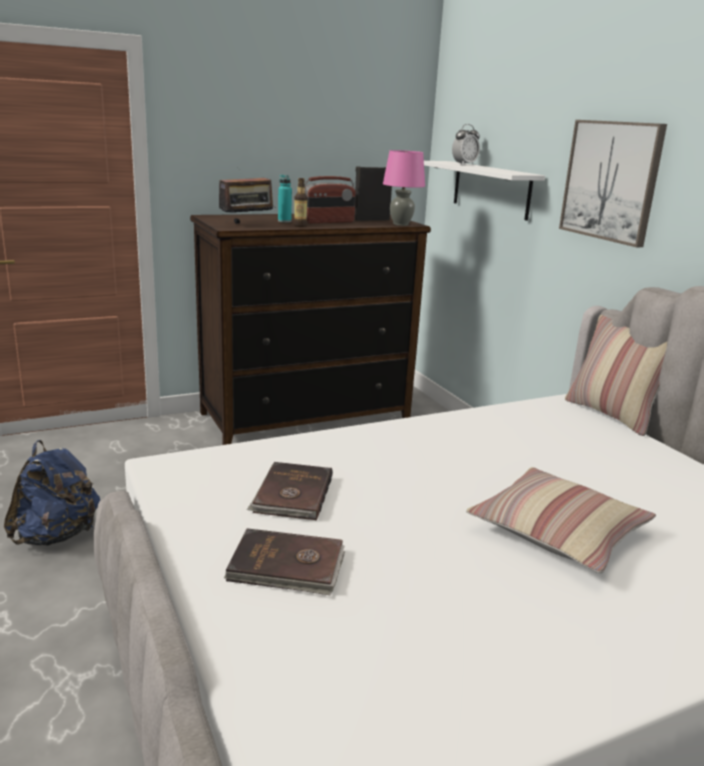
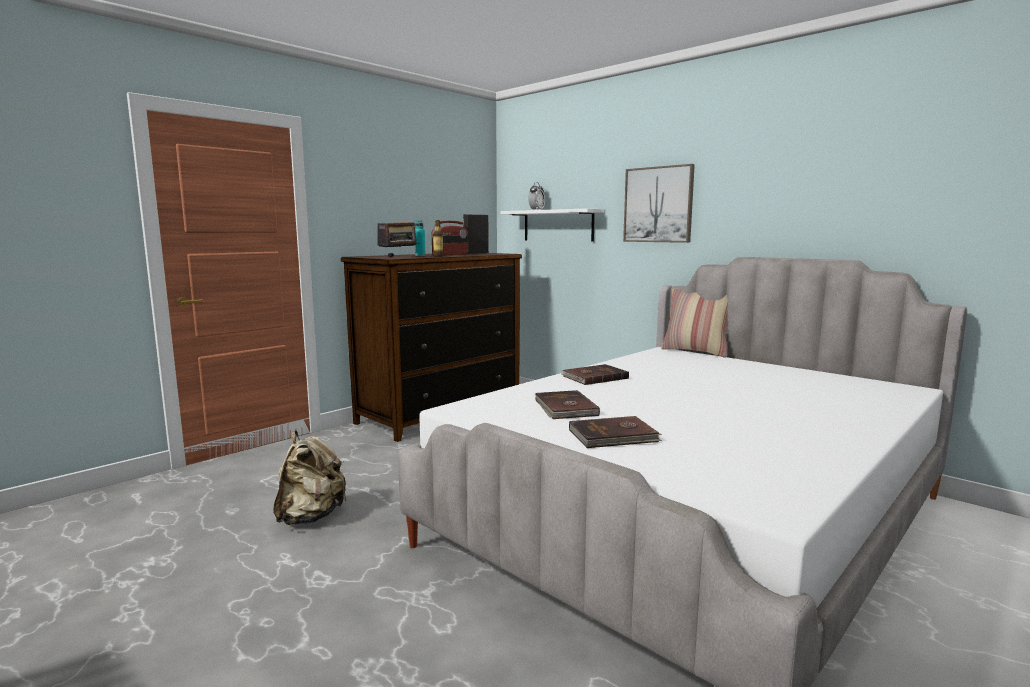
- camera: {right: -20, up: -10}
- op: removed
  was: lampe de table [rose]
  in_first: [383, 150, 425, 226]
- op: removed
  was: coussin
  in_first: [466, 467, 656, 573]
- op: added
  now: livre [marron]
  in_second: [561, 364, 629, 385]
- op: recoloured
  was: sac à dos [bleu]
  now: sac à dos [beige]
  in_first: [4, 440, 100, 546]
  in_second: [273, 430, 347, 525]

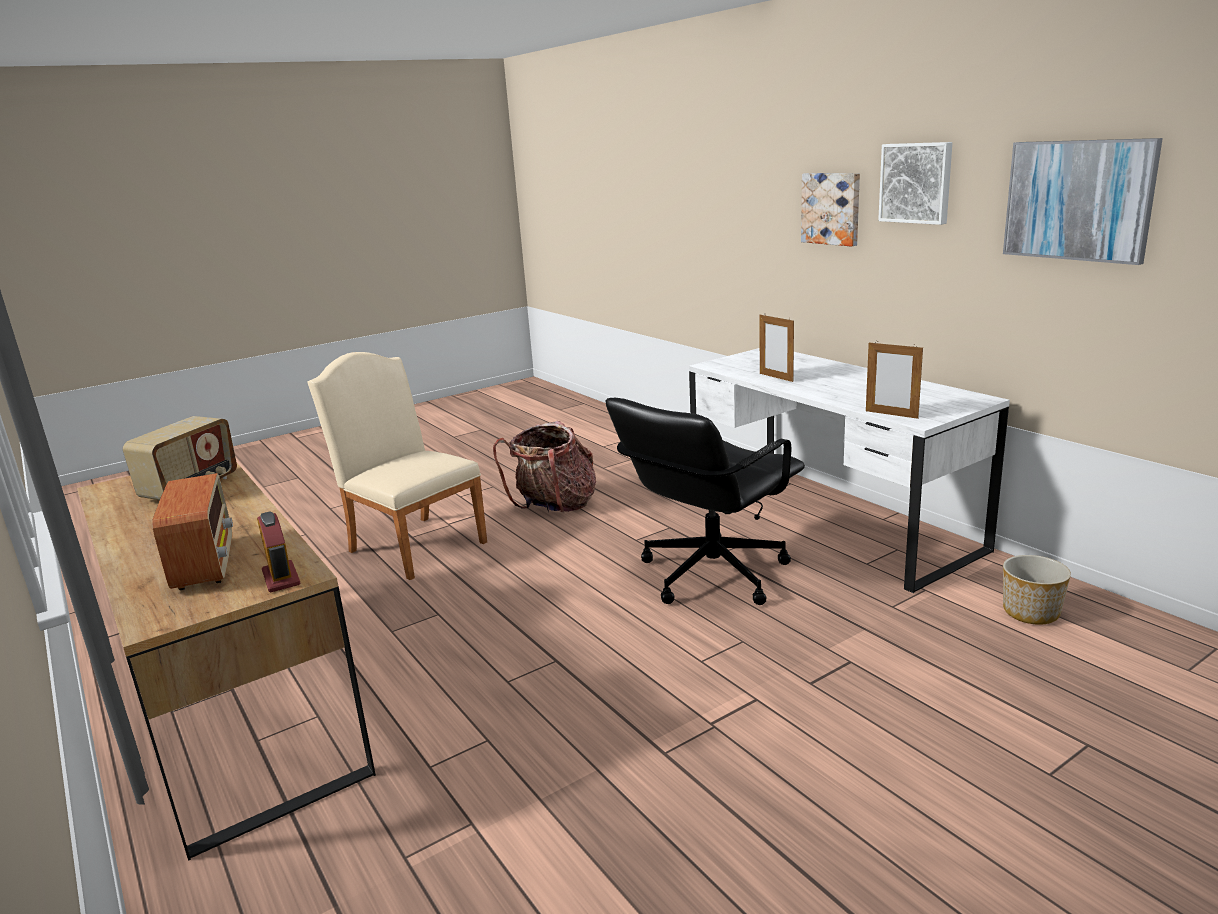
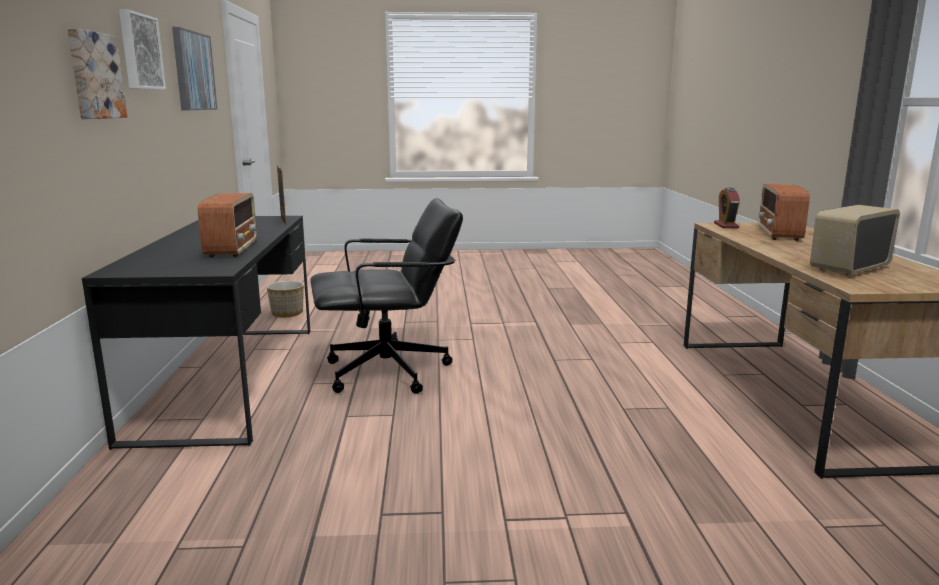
- camera: {right: -150, up: -5}
- op: removed
  was: chaise [beige]
  in_first: [307, 352, 487, 580]
- op: removed
  was: sac à dos
  in_first: [493, 421, 596, 513]
- op: replaced
  was: cadre photo
  now: radio
  in_first: [760, 313, 794, 382]
  in_second: [198, 193, 257, 257]
- op: recoloured
  was: bureau [blanc]
  now: bureau [noir]
  in_first: [689, 348, 1010, 593]
  in_second: [82, 216, 310, 450]

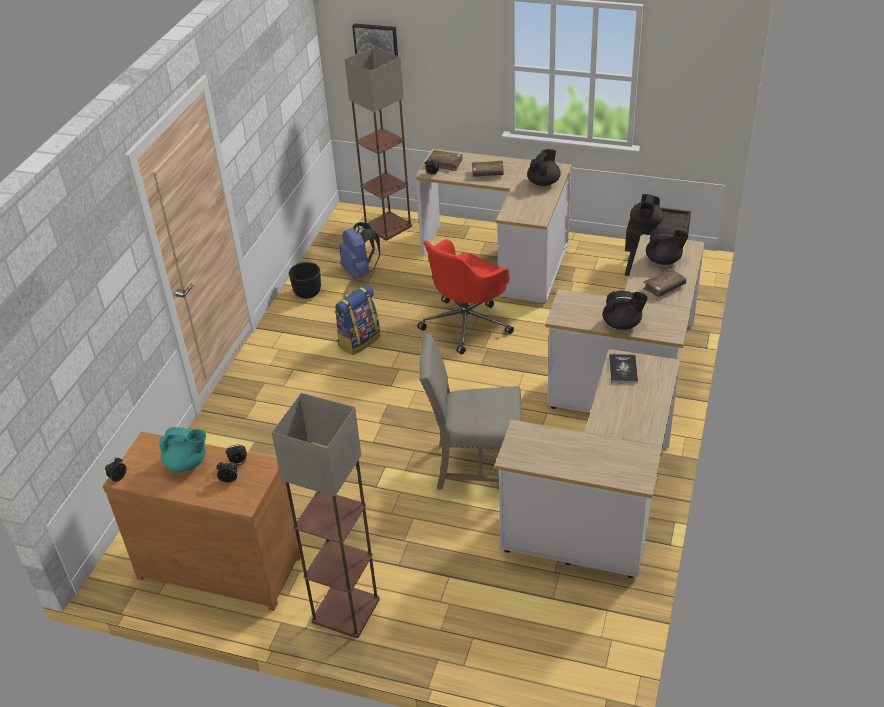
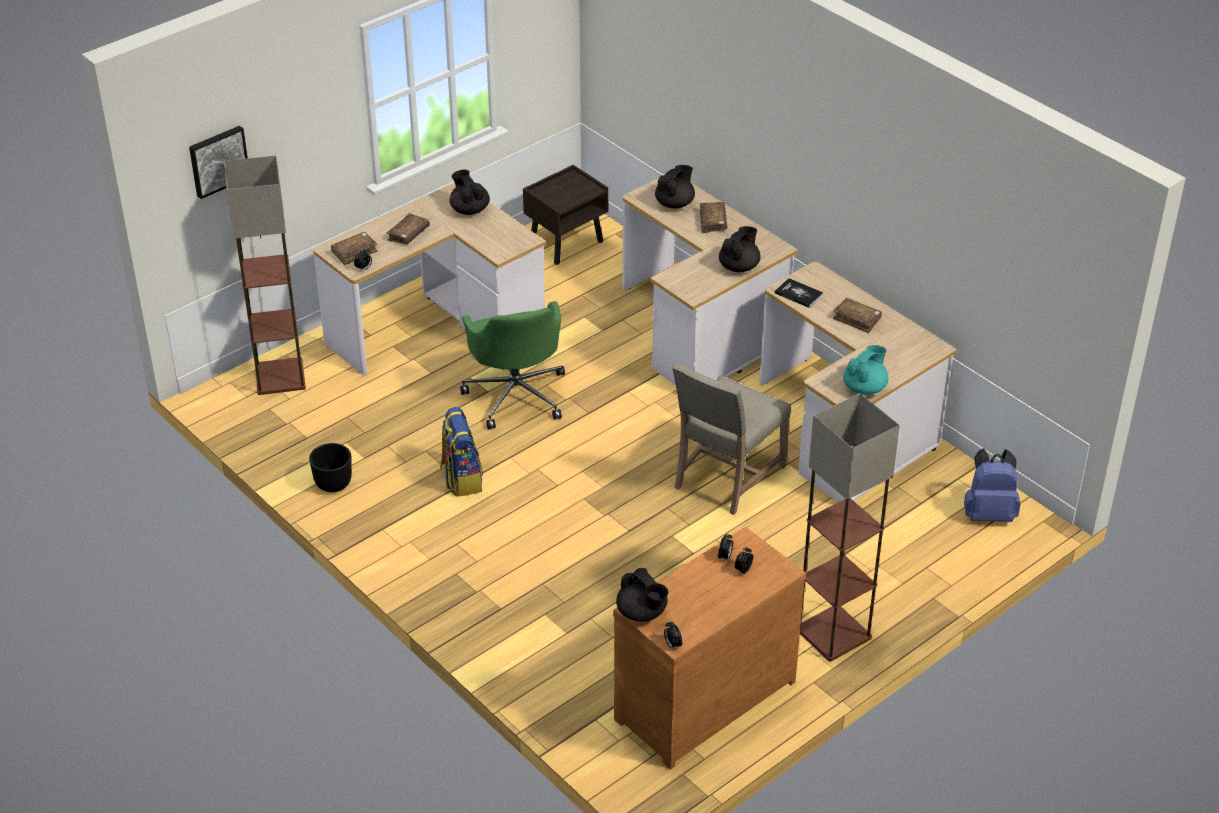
- camera: {right: -60, up: 0}
- op: added
  now: livre [marron]
  in_second: [833, 298, 882, 333]
- op: moved
  was: théière [turquoise]
  in_first: [159, 427, 206, 472]
  in_second: [843, 345, 888, 395]
- op: moved
  was: sac à dos [bleu]
  in_first: [339, 222, 380, 279]
  in_second: [964, 448, 1021, 522]
- op: moved
  was: théière [noir]
  in_first: [630, 194, 664, 228]
  in_second: [616, 568, 669, 622]
- op: recoloured
  was: chaise de bureau [rouge]
  now: chaise de bureau [vert]
  in_first: [417, 239, 514, 354]
  in_second: [460, 301, 565, 429]

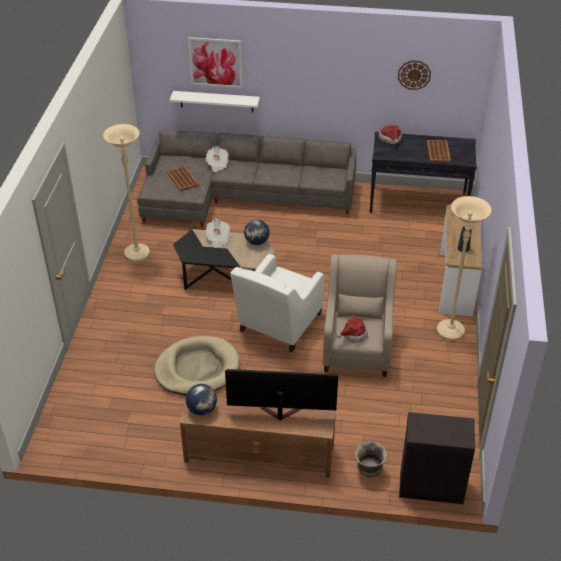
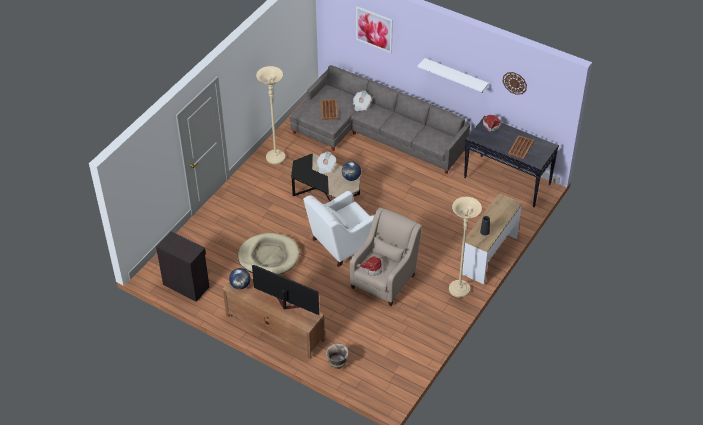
- camera: {right: 25, up: 5}
- op: moved
  was: étagère [blanc]
  in_first: [170, 91, 260, 112]
  in_second: [418, 58, 489, 93]
- op: moved
  was: meuble de rangement [noir]
  in_first: [399, 412, 475, 504]
  in_second: [156, 231, 210, 302]

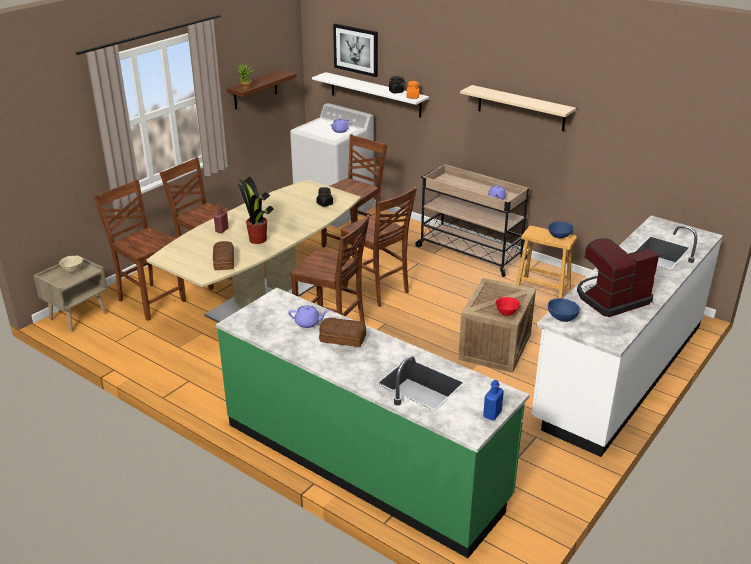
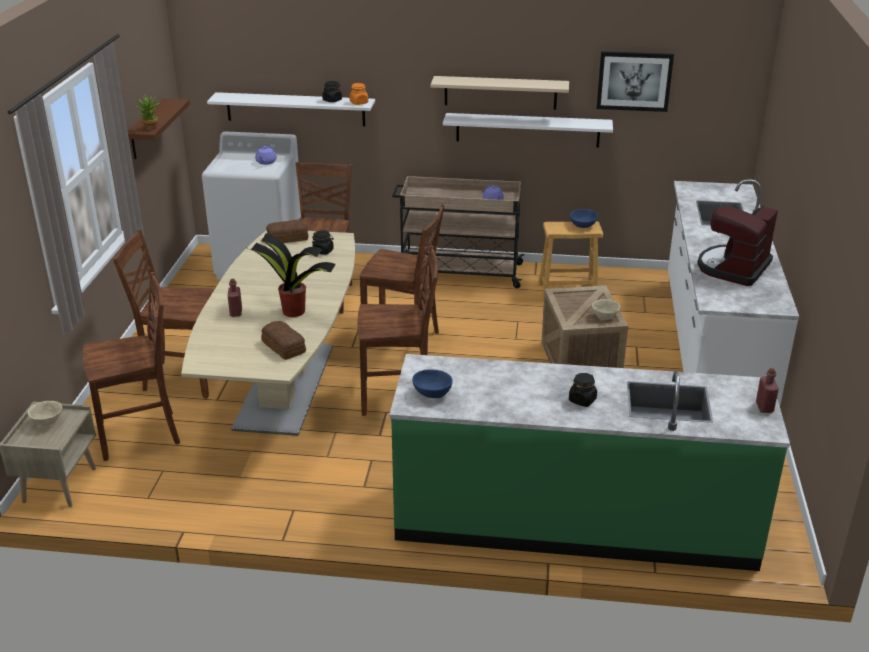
- camera: {right: -30, up: 0}
- op: removed
  was: théière [violet]
  in_first: [288, 305, 328, 328]
- op: added
  now: étagère [blanc]
  in_second: [443, 113, 613, 148]
- op: added
  now: bocal [noir]
  in_second: [569, 373, 597, 407]
- op: moved
  was: pain
  in_first: [319, 318, 366, 347]
  in_second: [266, 220, 308, 243]
- op: moved
  was: tableau
  in_first: [333, 24, 378, 77]
  in_second: [597, 51, 674, 112]
- op: moved
  was: bol [bleu]
  in_first: [548, 298, 580, 322]
  in_second: [412, 369, 453, 398]
- op: recoloured
  was: bouteille [bleu]
  now: bouteille [rouge]
  in_first: [483, 380, 504, 421]
  in_second: [756, 368, 779, 413]
- op: recoloured
  was: bol [rouge]
  now: bol [beige]
  in_first: [495, 297, 520, 316]
  in_second: [592, 299, 620, 320]
- op: turned
  was: chaise [marron]
  in_first: [93, 179, 186, 321]
  in_second: [83, 272, 180, 461]
  clockwise: 150

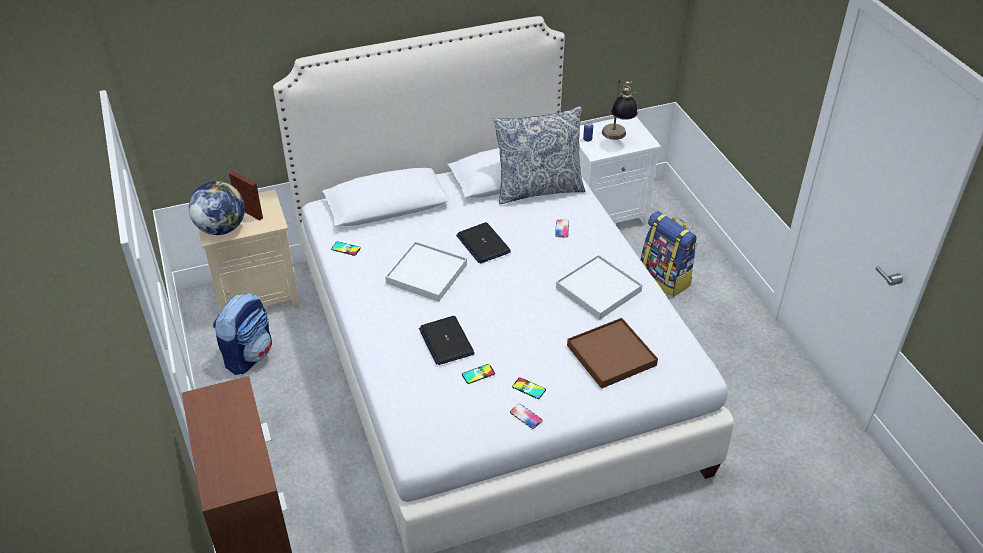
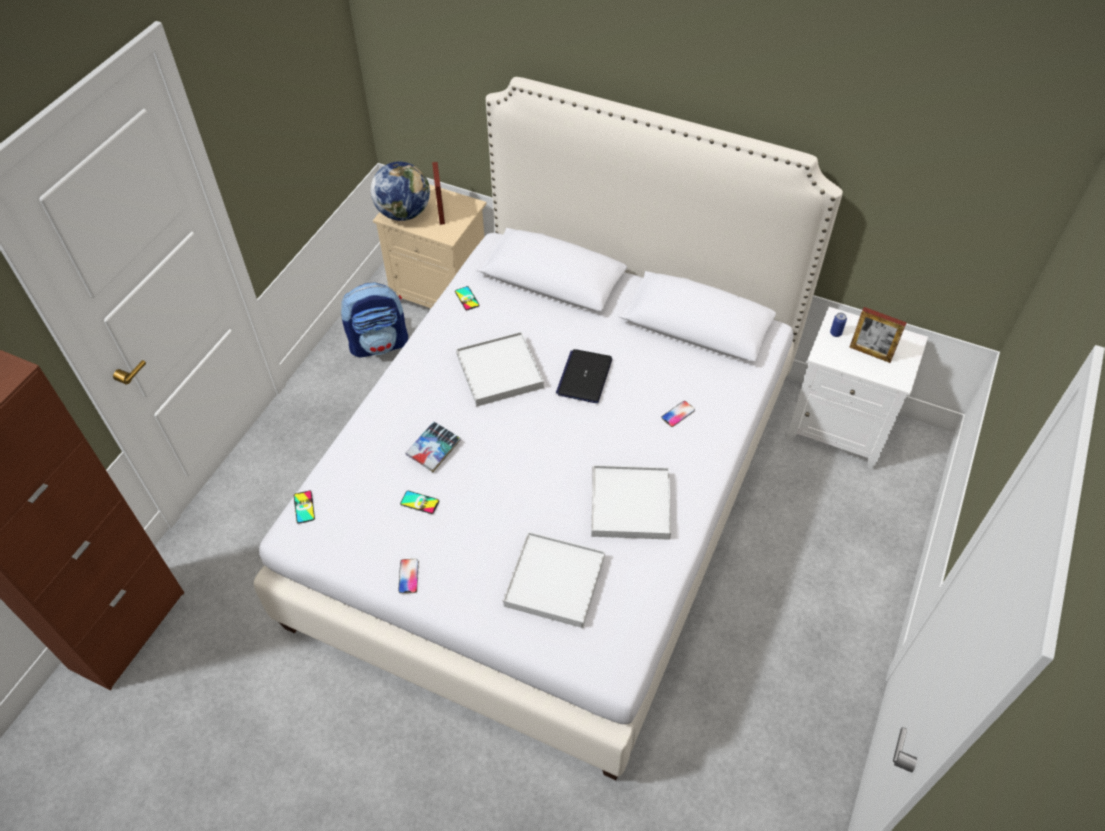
- camera: {right: 45, up: 10}
- op: removed
  was: coussin
  in_first: [493, 106, 586, 204]
- op: removed
  was: sac à dos
  in_first: [640, 211, 698, 297]
- op: moved
  was: téléphone
  in_first: [512, 377, 546, 399]
  in_second: [294, 491, 315, 524]
- op: replaced
  was: ordinateur portable
  now: livre
  in_first: [419, 316, 475, 365]
  in_second: [405, 421, 461, 472]
- op: replaced
  was: lampe de table
  now: cadre photo
  in_first: [602, 80, 638, 140]
  in_second: [850, 307, 907, 363]
- op: recoloured
  was: plateau [marron]
  now: plateau [blanc]
  in_first: [567, 318, 658, 389]
  in_second: [503, 532, 605, 628]

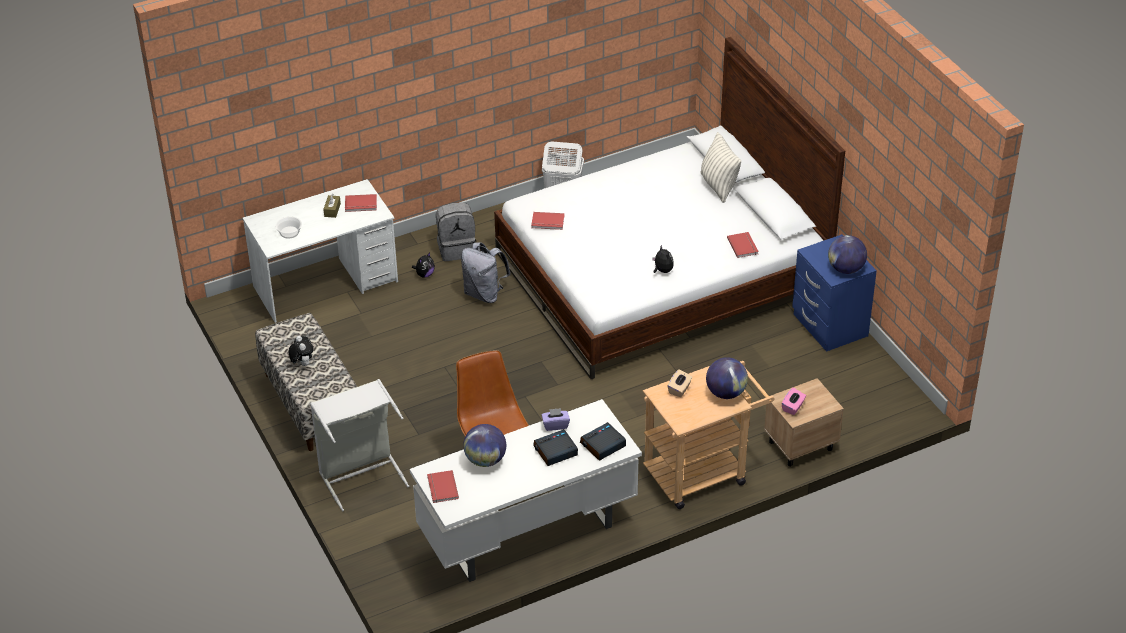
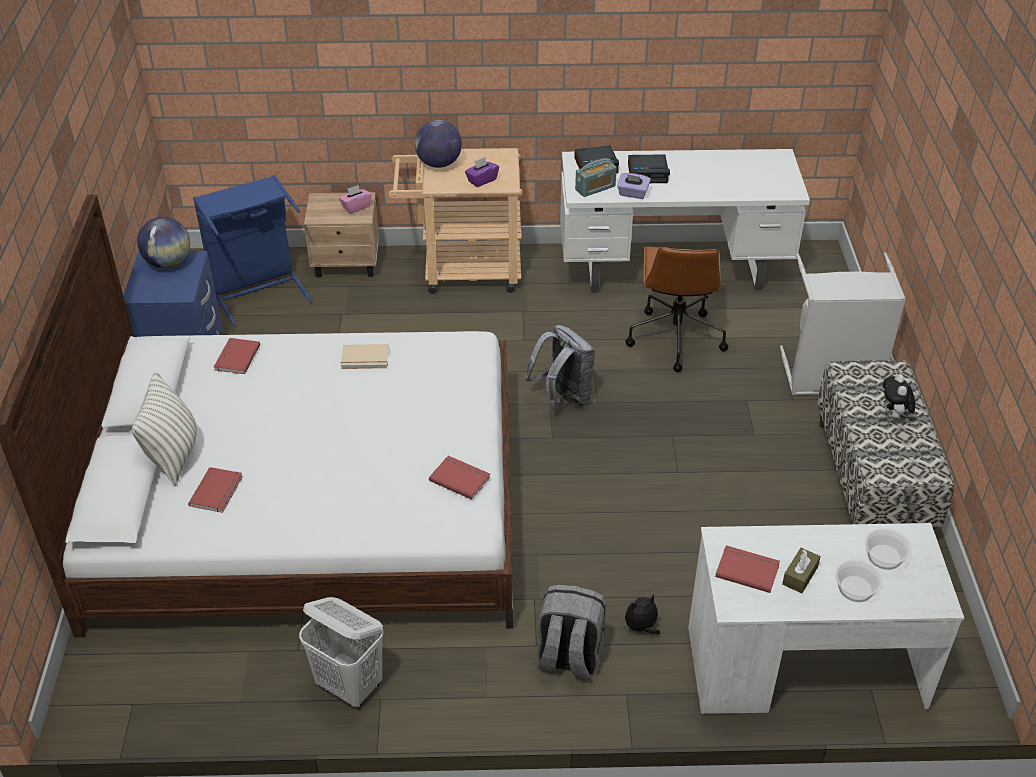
- camera: {right: -155, up: 0}
- op: removed
  was: globe
  in_first: [463, 424, 506, 467]
- op: added
  now: panier à linge [bleu]
  in_second: [193, 175, 312, 327]
- op: added
  now: radio
  in_second: [575, 158, 617, 197]
- op: added
  now: bol
  in_second: [835, 559, 883, 602]
- op: moved
  was: livre [rouge]
  in_first: [427, 470, 459, 503]
  in_second: [188, 467, 243, 513]
- op: moved
  was: sac à dos [gris]
  in_first: [461, 242, 511, 303]
  in_second: [525, 325, 595, 407]
- op: replaced
  was: peluche
  now: livre [beige]
  in_first: [652, 245, 674, 273]
  in_second: [341, 344, 389, 369]
- op: recoloured
  was: boîte à mouchoirs [beige]
  now: boîte à mouchoirs [violet]
  in_first: [668, 369, 693, 397]
  in_second: [465, 157, 499, 187]

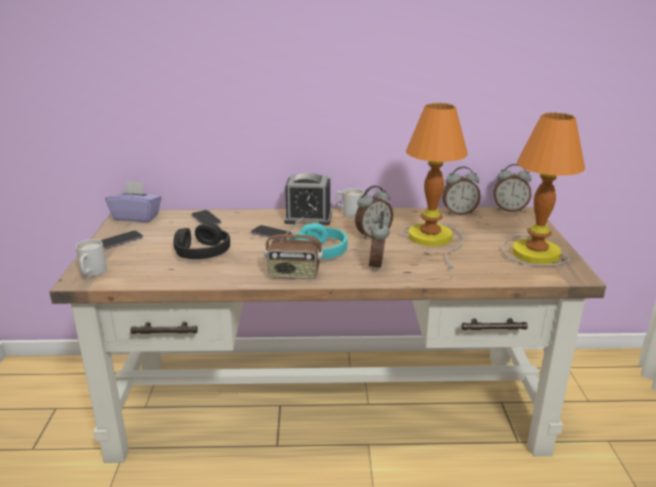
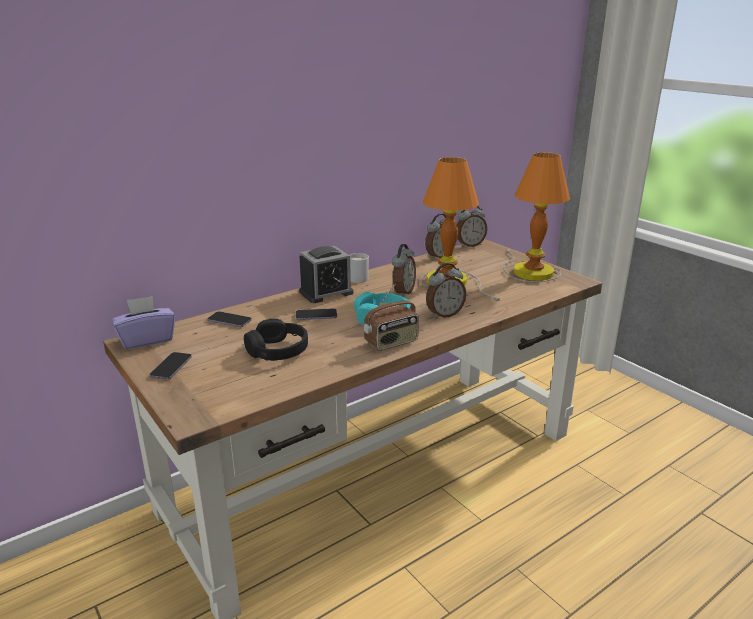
- camera: {right: -35, up: 0}
- op: removed
  was: mug [blanc]
  in_first: [76, 239, 107, 277]
- op: turned
  was: réveil
  in_first: [369, 211, 390, 272]
  in_second: [426, 263, 466, 319]
  clockwise: -90

